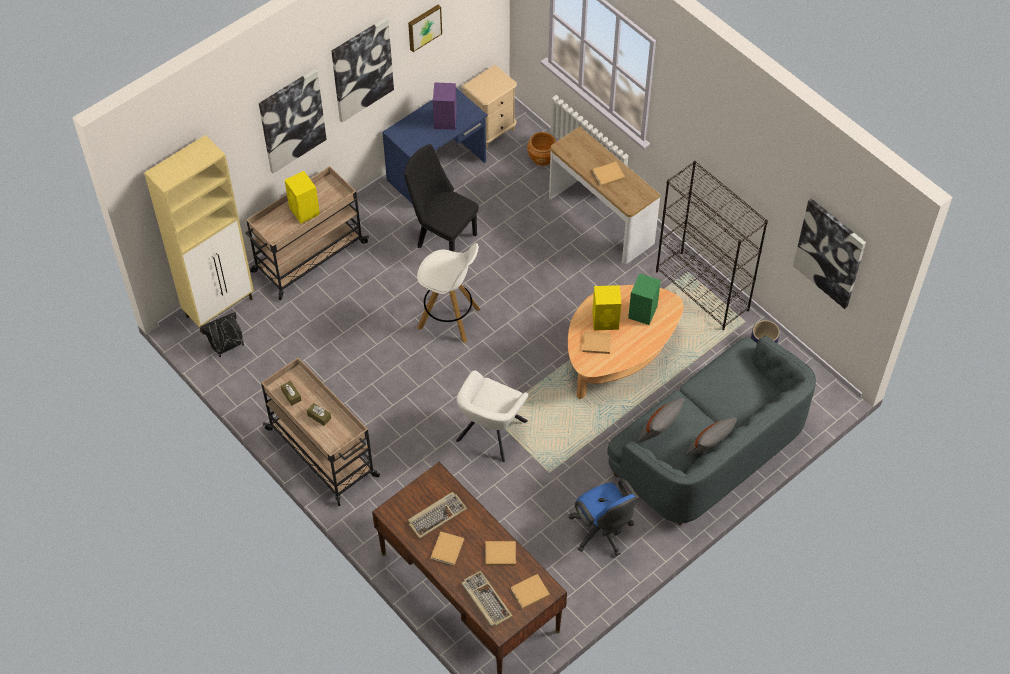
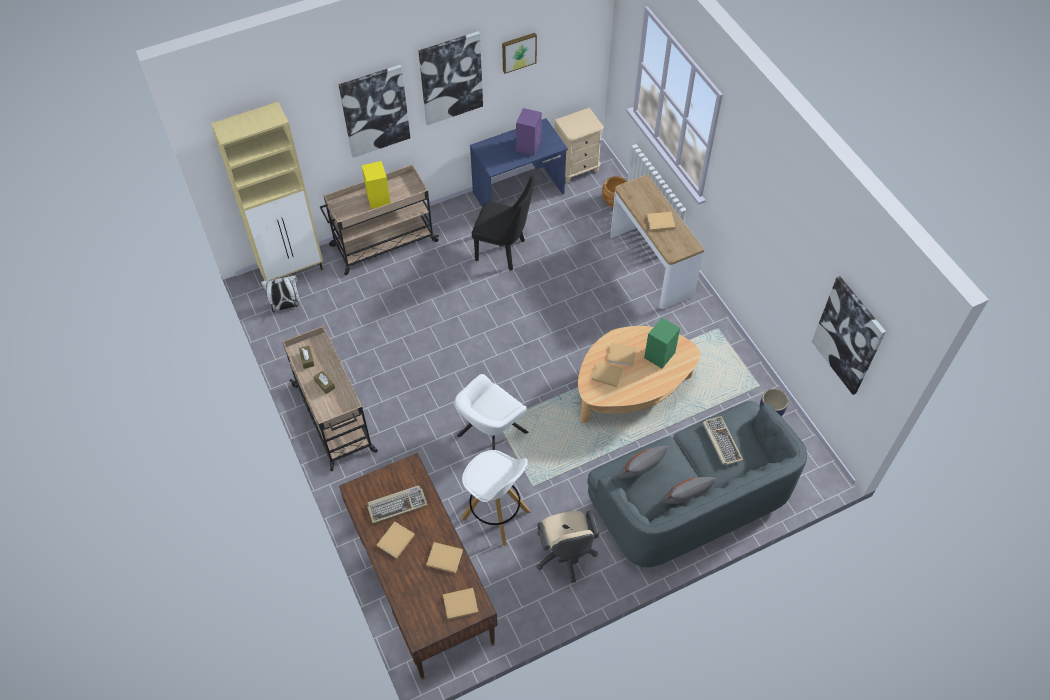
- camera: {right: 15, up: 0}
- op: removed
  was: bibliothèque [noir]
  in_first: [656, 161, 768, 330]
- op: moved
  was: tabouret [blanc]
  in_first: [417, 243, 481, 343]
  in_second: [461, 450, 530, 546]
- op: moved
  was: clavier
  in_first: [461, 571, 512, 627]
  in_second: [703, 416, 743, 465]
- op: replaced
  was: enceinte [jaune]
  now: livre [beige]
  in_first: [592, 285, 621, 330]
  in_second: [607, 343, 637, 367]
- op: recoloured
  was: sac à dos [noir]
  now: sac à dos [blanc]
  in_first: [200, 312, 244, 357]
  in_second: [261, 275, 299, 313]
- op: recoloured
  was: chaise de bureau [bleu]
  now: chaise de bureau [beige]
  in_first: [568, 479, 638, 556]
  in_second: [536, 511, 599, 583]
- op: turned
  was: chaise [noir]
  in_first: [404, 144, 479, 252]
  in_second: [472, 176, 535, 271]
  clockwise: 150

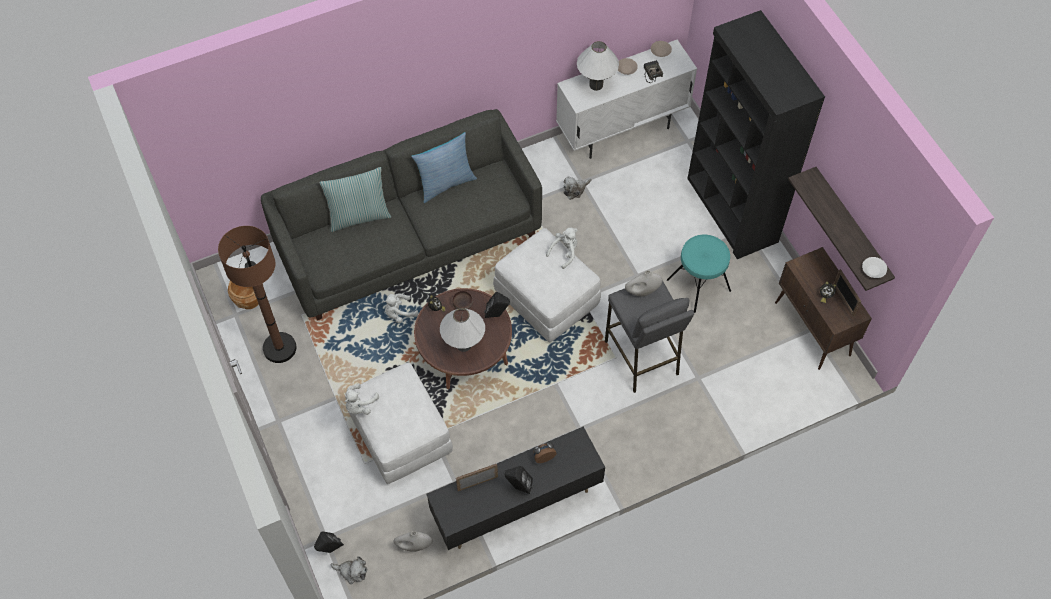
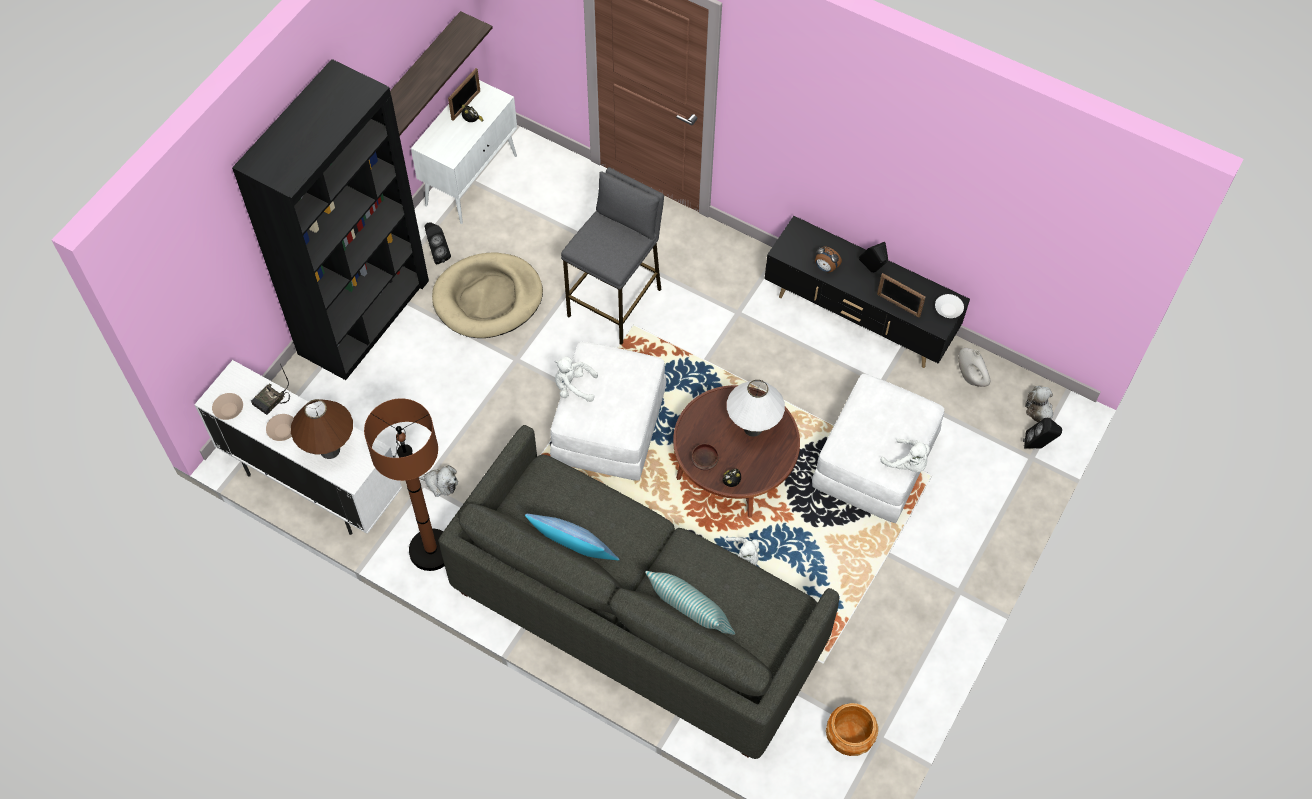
- camera: {right: -125, up: 0}
- op: removed
  was: vase [blanc]
  in_first: [625, 270, 662, 297]
- op: moved
  was: lampadaire [marron]
  in_first: [218, 226, 296, 363]
  in_second: [364, 398, 445, 571]
- op: moved
  was: enceinte [noir]
  in_first: [484, 292, 510, 318]
  in_second: [425, 222, 451, 264]
- op: moved
  was: bol [blanc]
  in_first: [862, 257, 887, 278]
  in_second: [935, 294, 964, 318]
- op: replaced
  was: tabouret [turquoise]
  now: panier pour chien [beige]
  in_first: [667, 235, 731, 313]
  in_second: [432, 253, 543, 338]
- op: recoloured
  was: lampe de table [blanc]
  now: lampe de table [marron]
  in_first: [577, 41, 619, 91]
  in_second: [291, 399, 353, 459]
- op: recoloured
  was: meuble de rangement [marron]
  now: meuble de rangement [blanc]
  in_first: [775, 247, 872, 370]
  in_second: [411, 80, 517, 224]
- op: turned
  was: peluche [blanc]
  in_first: [345, 383, 379, 415]
  in_second: [881, 439, 930, 472]
  clockwise: 45

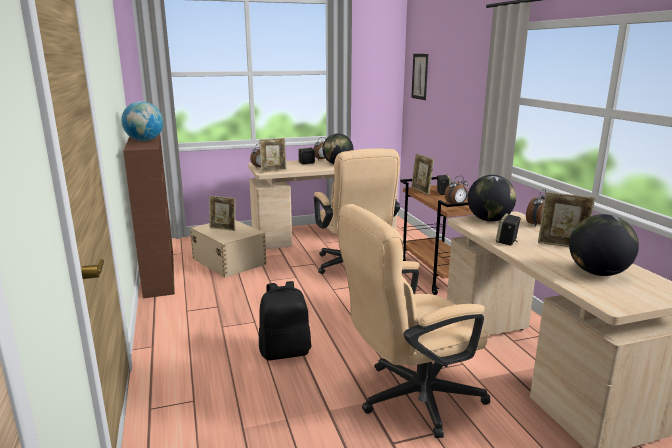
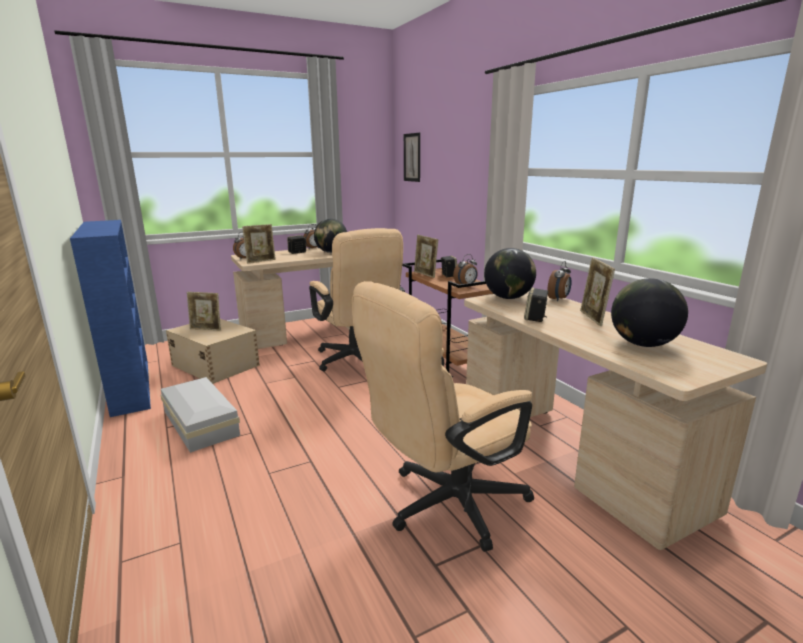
- camera: {right: -10, up: 0}
- op: removed
  was: globe
  in_first: [121, 101, 163, 141]
- op: removed
  was: sac à dos [noir]
  in_first: [259, 281, 311, 360]
- op: added
  now: boîte de rangement [blanc]
  in_second: [161, 377, 240, 453]
- op: recoloured
  was: bibliothèque [marron]
  now: bibliothèque [bleu]
  in_first: [123, 134, 175, 298]
  in_second: [70, 220, 151, 417]
- op: turned
  was: cadre photo
  in_first: [538, 192, 595, 247]
  in_second: [580, 257, 615, 326]
  clockwise: 75

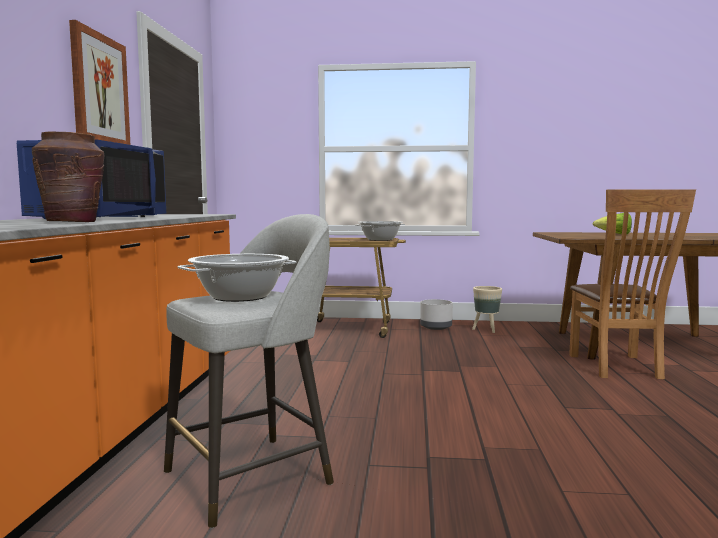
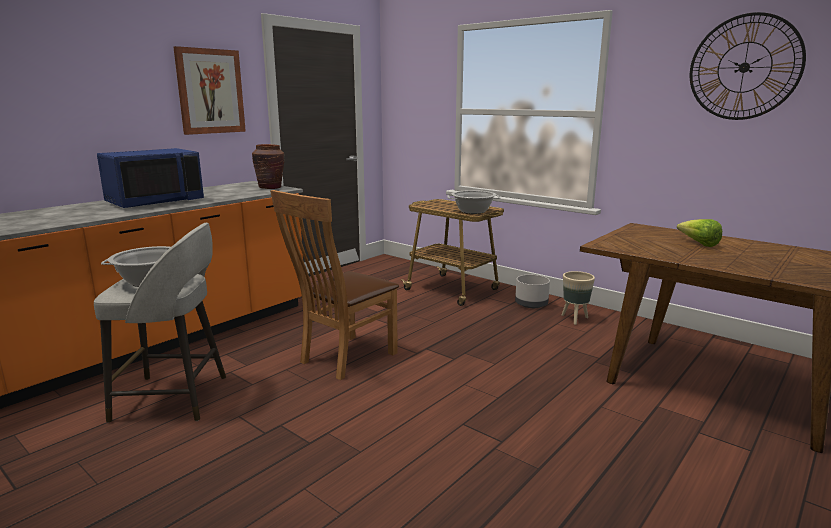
- camera: {right: 35, up: 10}
- op: added
  now: horloge murale
  in_second: [690, 12, 806, 120]
- op: moved
  was: vase [marron]
  in_first: [32, 132, 105, 222]
  in_second: [252, 144, 284, 189]
- op: moved
  was: chaise [marron]
  in_first: [569, 189, 696, 379]
  in_second: [270, 190, 399, 380]

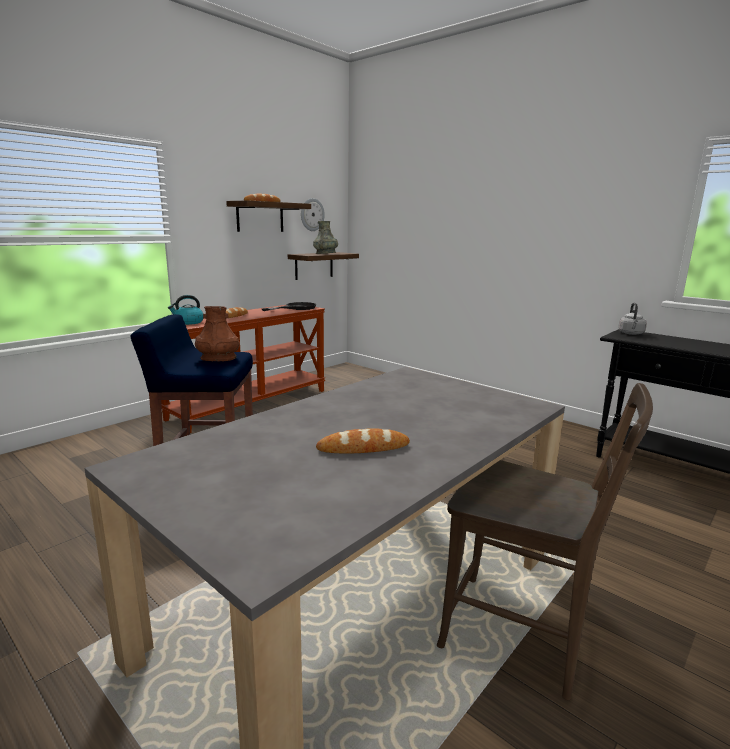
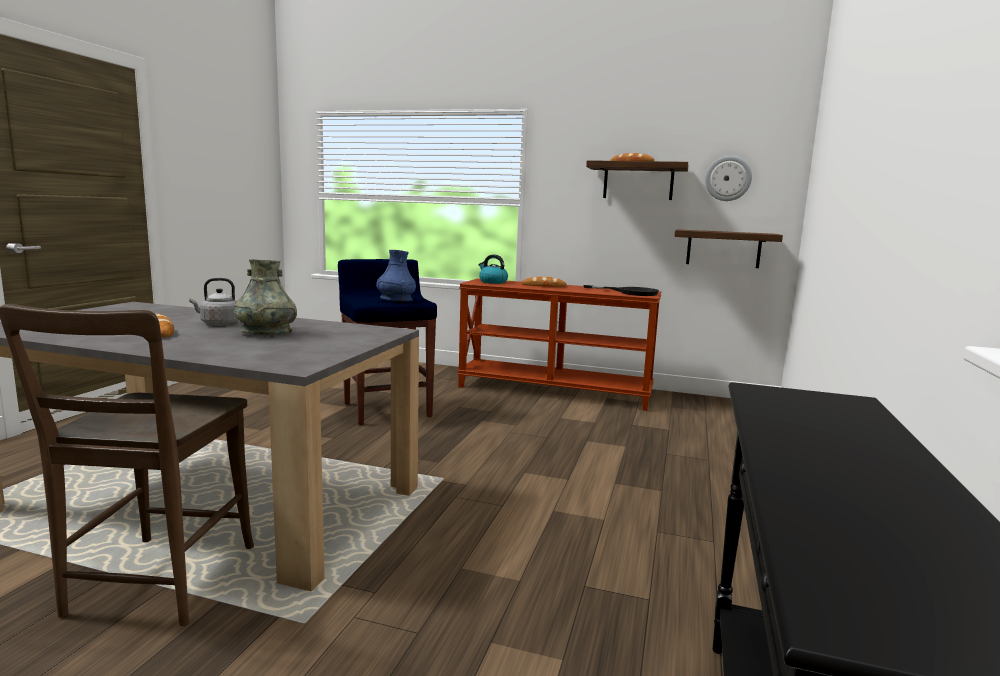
- camera: {right: 65, up: -5}
- op: moved
  was: vase [gris]
  in_first: [313, 221, 338, 254]
  in_second: [234, 259, 297, 335]
- op: moved
  was: bouilloire [gris]
  in_first: [618, 303, 647, 335]
  in_second: [189, 278, 238, 326]
- op: recoloured
  was: vase [marron]
  now: vase [bleu]
  in_first: [195, 306, 240, 362]
  in_second: [376, 250, 416, 302]

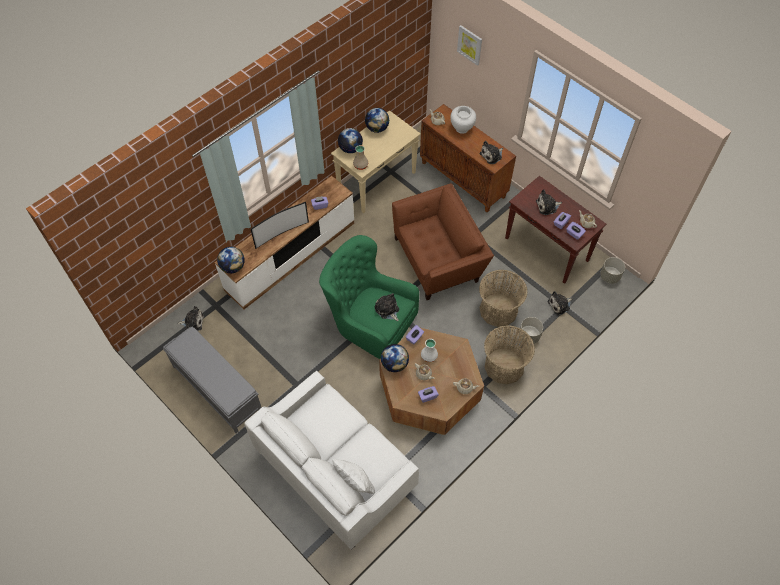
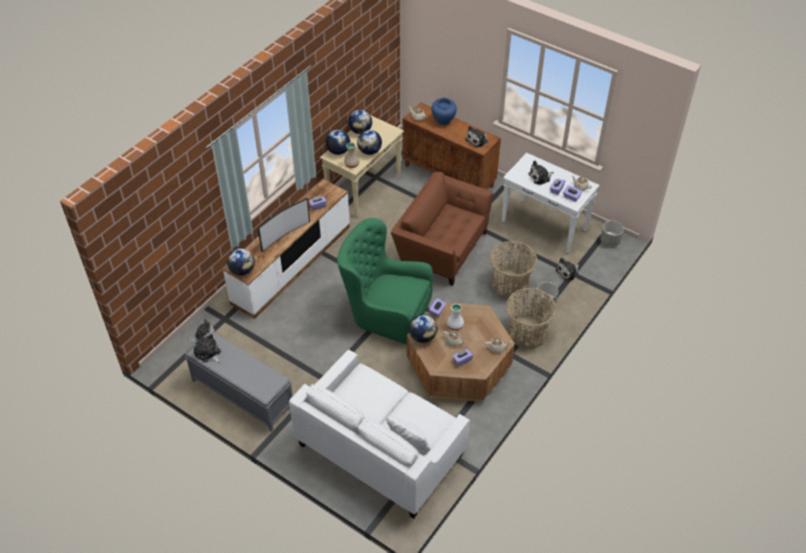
- camera: {right: -10, up: -10}
- op: removed
  was: tableau
  in_first: [457, 25, 482, 66]
- op: added
  now: globe
  in_second: [357, 130, 382, 155]
- op: moved
  was: peluche
  in_first: [375, 293, 399, 321]
  in_second: [194, 334, 221, 363]
- op: recoloured
  was: vase [blanc]
  now: vase [bleu]
  in_first: [450, 106, 476, 134]
  in_second: [431, 98, 457, 125]
- op: recoloured
  was: table console [marron]
  now: table console [blanc]
  in_first: [505, 176, 606, 284]
  in_second: [502, 153, 599, 253]
- op: turned
  was: fauteuil [marron]
  in_first: [392, 183, 494, 300]
  in_second: [391, 172, 493, 286]
  clockwise: -120

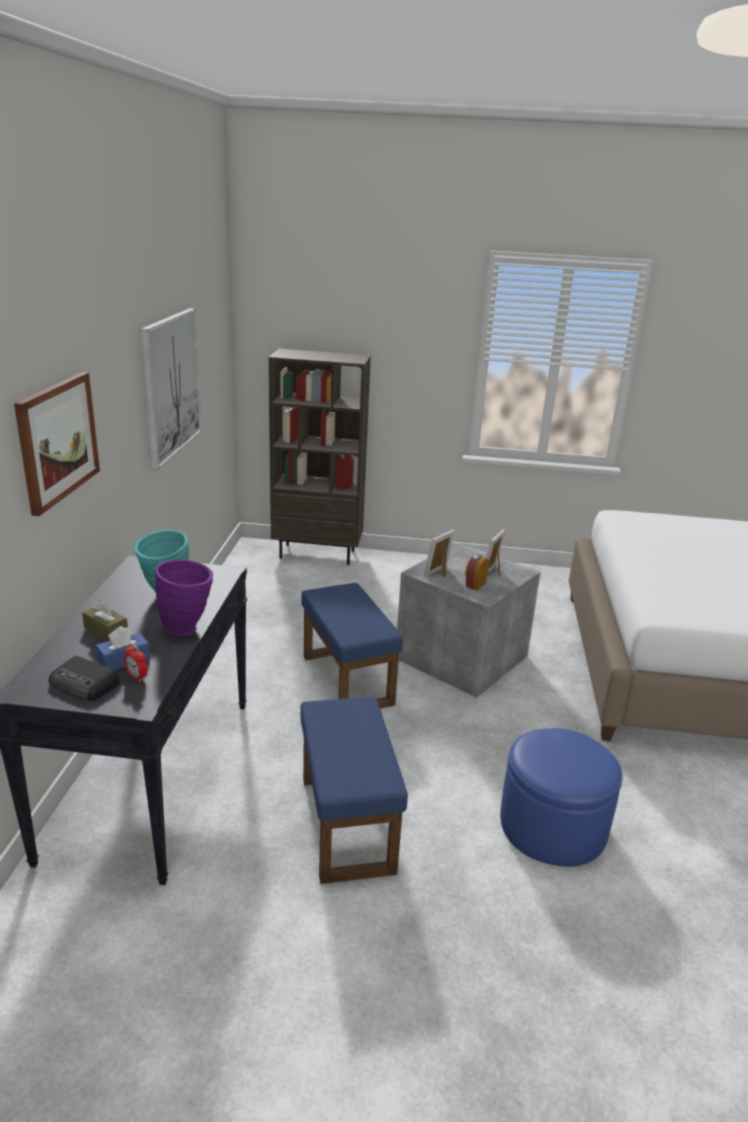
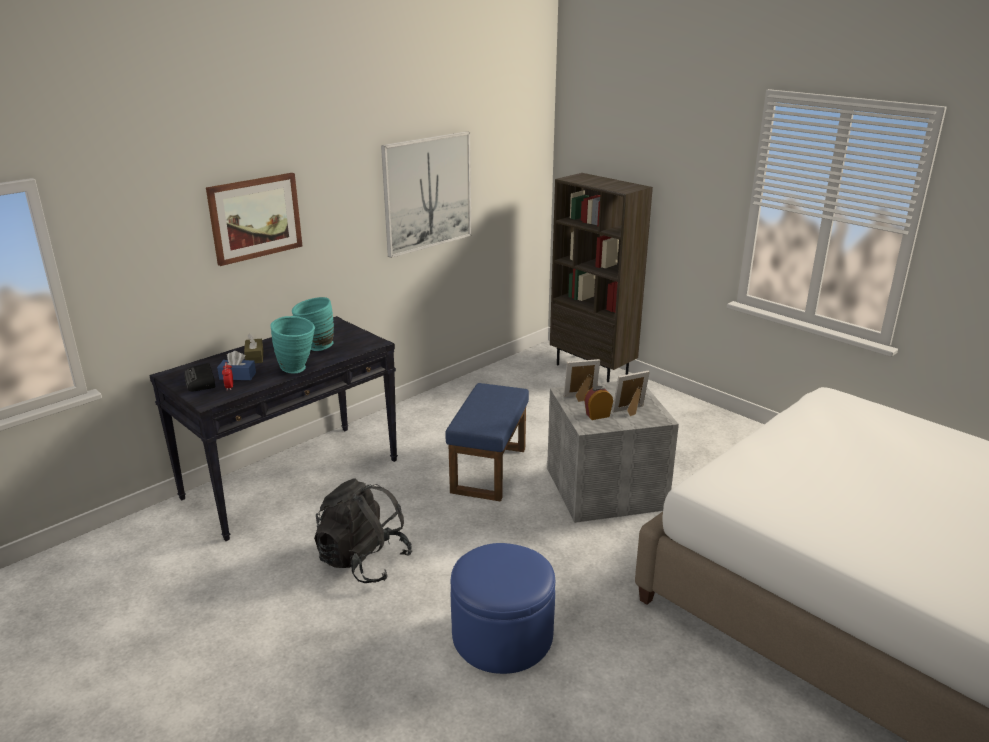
- camera: {right: 40, up: 0}
- op: replaced
  was: pouf [bleu]
  now: sac à dos [noir]
  in_first: [300, 696, 408, 884]
  in_second: [314, 478, 412, 583]
- op: recoloured
  was: vase [violet]
  now: vase [turquoise]
  in_first: [155, 559, 213, 635]
  in_second: [270, 316, 315, 374]

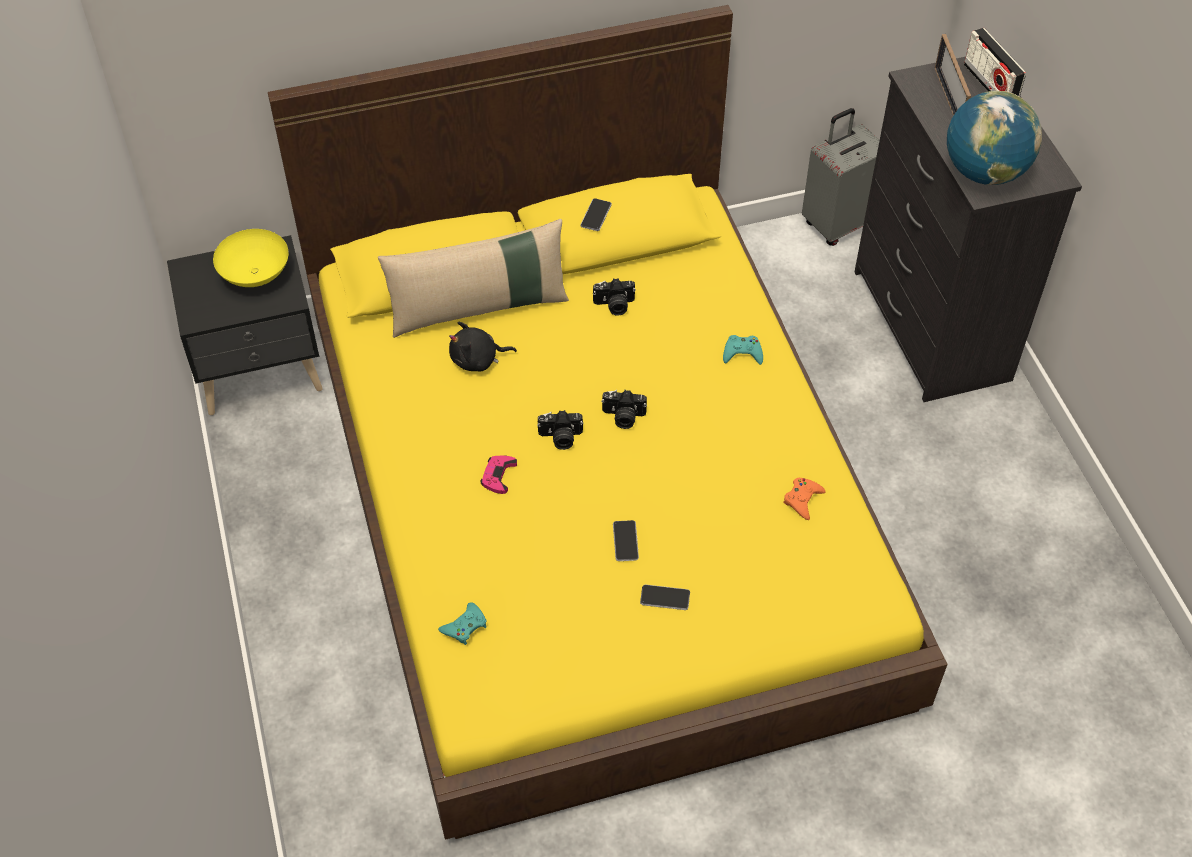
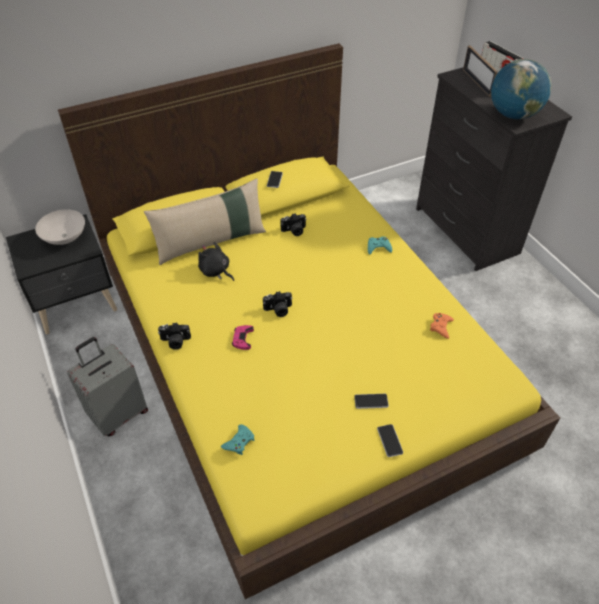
- camera: {right: -10, up: -5}
- op: moved
  was: appareil photo
  in_first: [601, 390, 647, 429]
  in_second: [158, 323, 191, 350]
- op: moved
  was: téléphone
  in_first: [613, 520, 639, 561]
  in_second: [377, 424, 403, 457]
- op: moved
  was: valise [gris]
  in_first: [802, 108, 880, 246]
  in_second: [67, 337, 148, 436]
- op: recoloured
  was: bol [jaune]
  now: bol [blanc]
  in_first: [213, 229, 289, 287]
  in_second: [35, 209, 85, 245]
- op: turned
  was: peluche [noir]
  in_first: [449, 321, 517, 371]
  in_second: [198, 242, 234, 281]
  clockwise: 60

